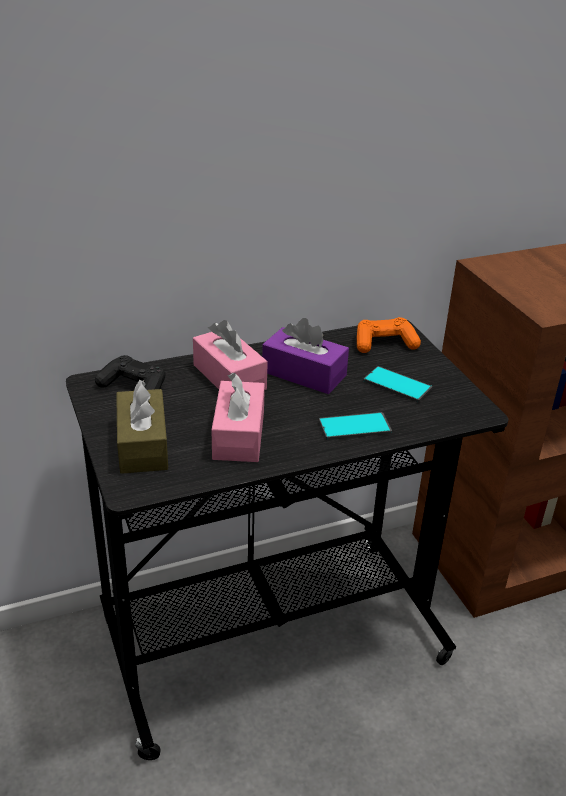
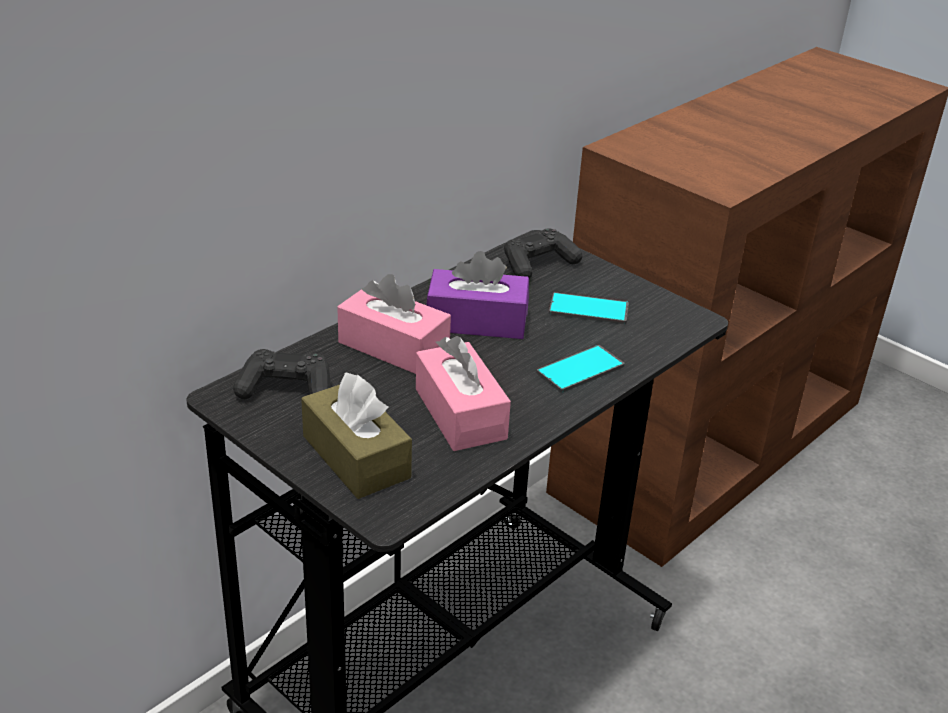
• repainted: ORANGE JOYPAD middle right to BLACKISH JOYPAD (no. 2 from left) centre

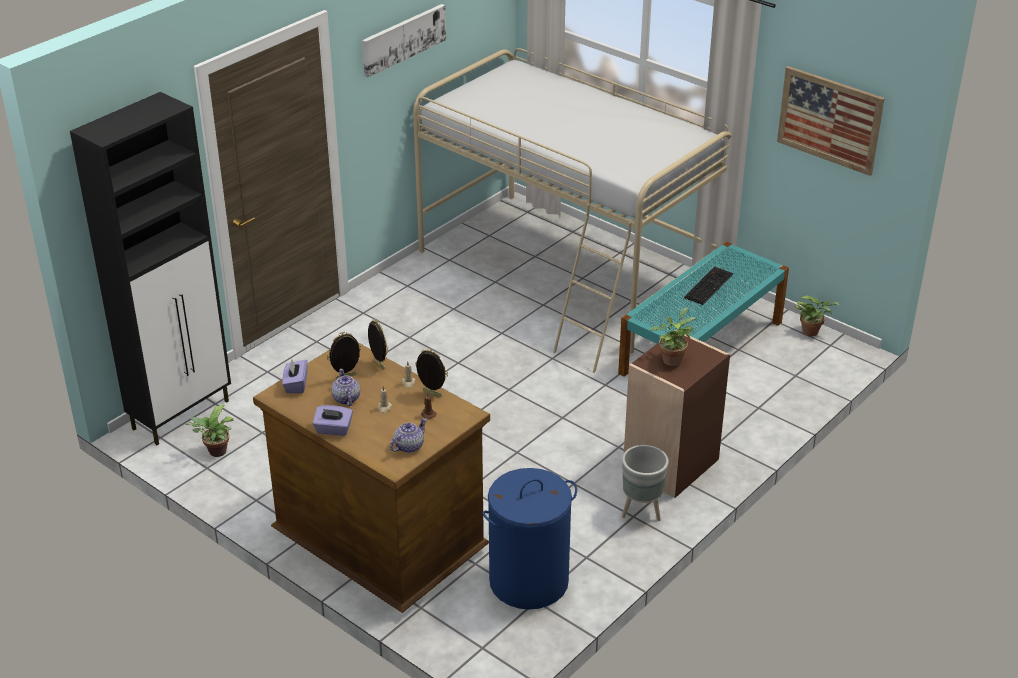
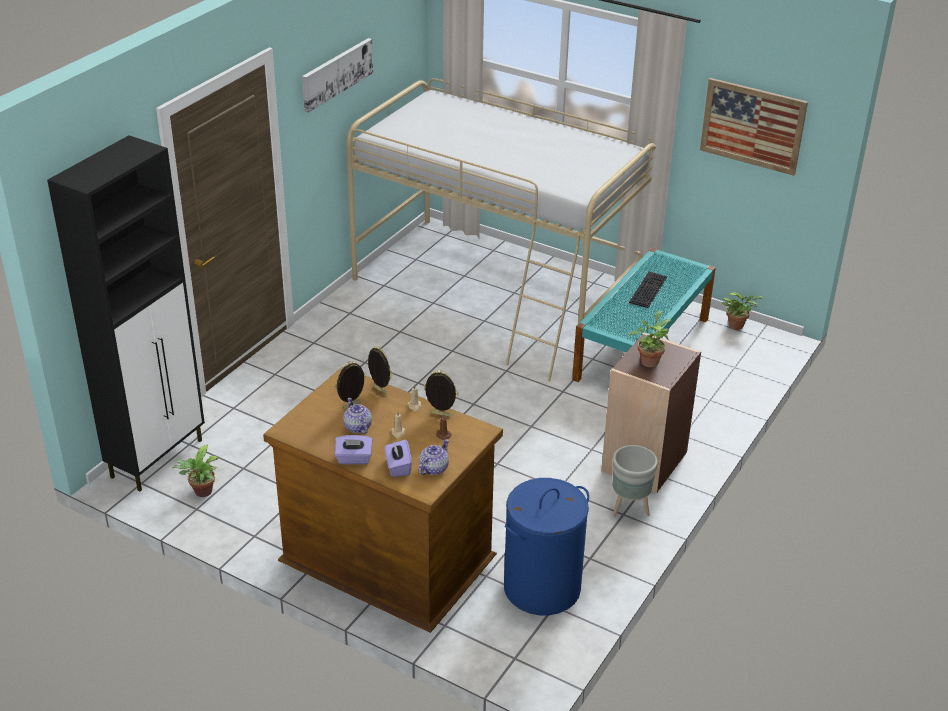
• shifted: PURPLE-COLOURED BOX OF TISSUES (no. 1 from left in the first image) middle left to PURPLE-COLOURED BOX OF TISSUES (no. 2 from left) centre

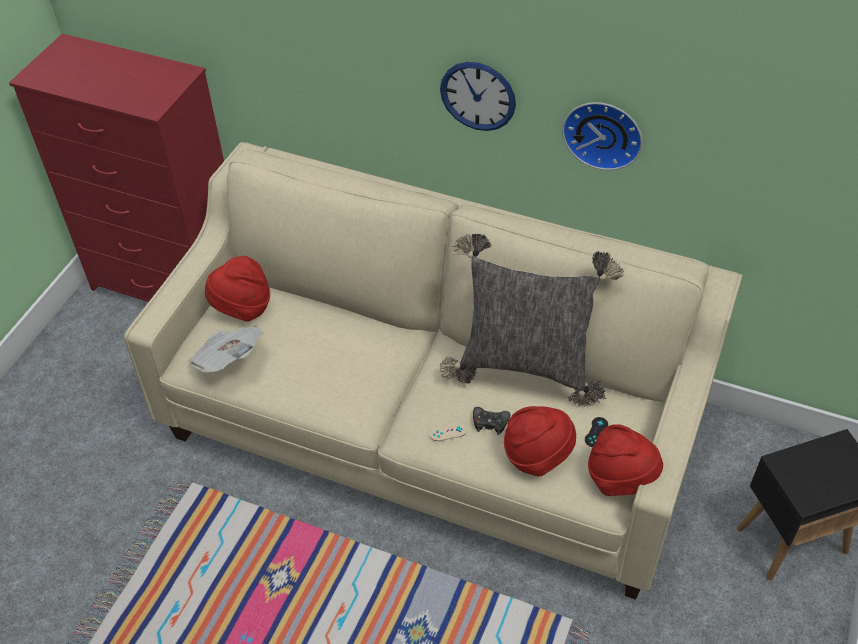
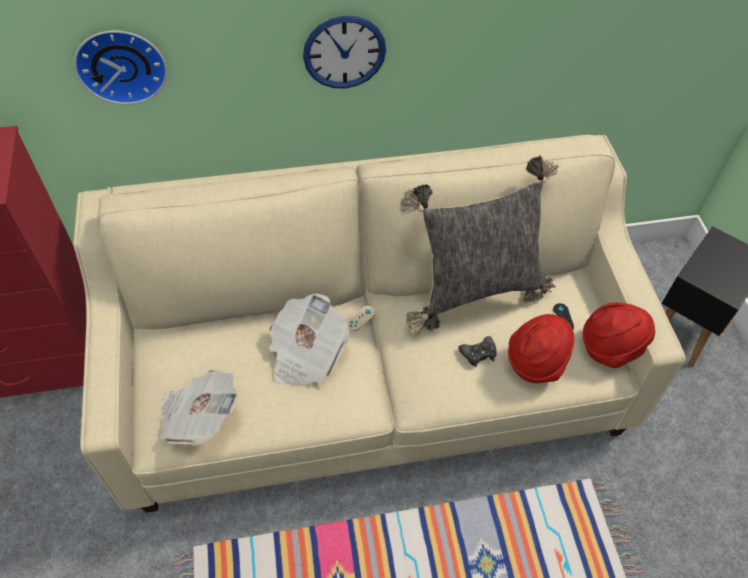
• shifted: HANGING CLOCK (no. 2 from left in the first image) top right to HANGING CLOCK (no. 1 from left) top left
• new: PRINTED PAPER (no. 2 from left) centre
• shifted: BEIGE-COLOURED JOYPAD bottom centre to centre
• gone: REDDISH CLOTHING HAT (no. 1 from left) middle left

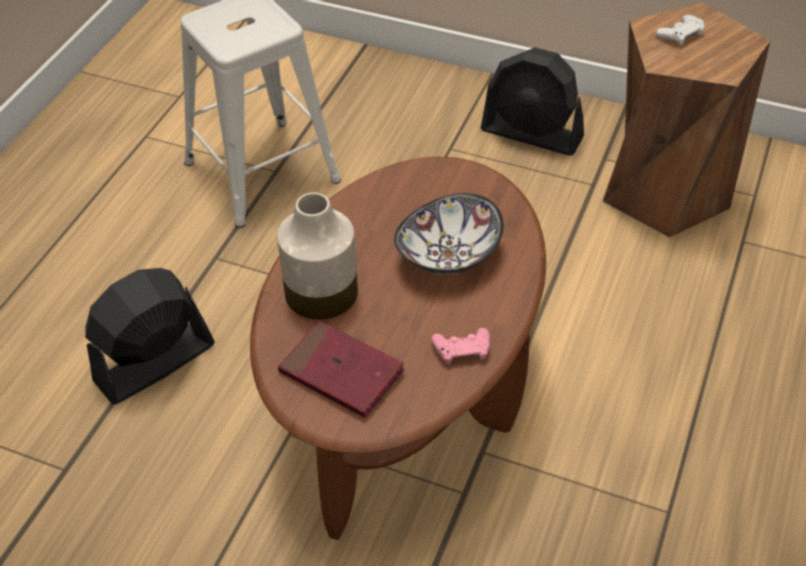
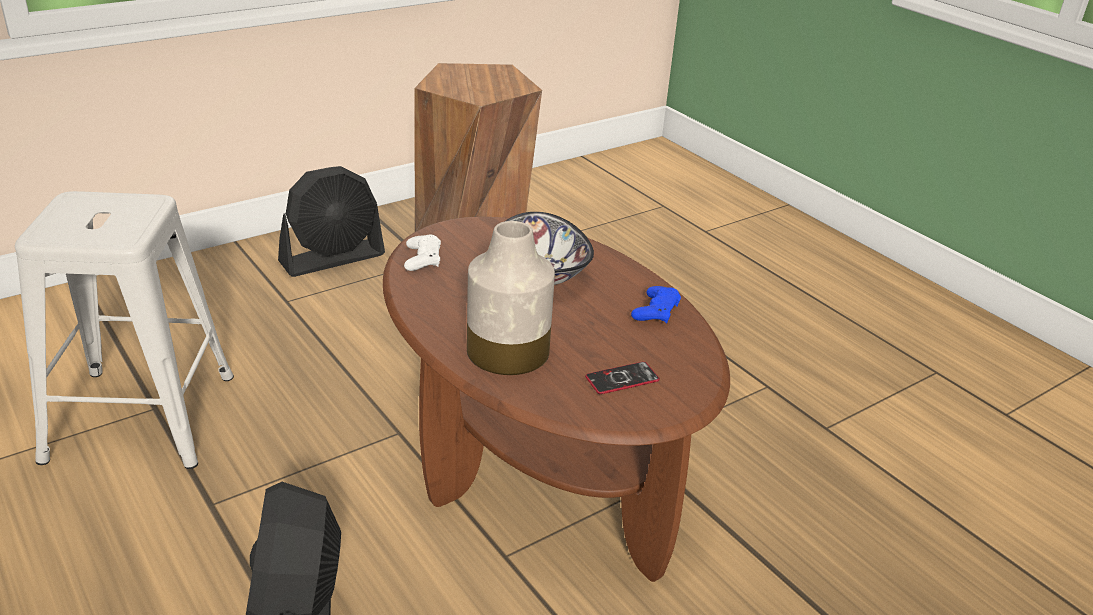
• shifted: WHITISH JOYPAD top right to centre
• swapped: REDDISH VOLUME centre to PHONE centre
• repainted: PINK JOYPAD centre to BLUE JOYPAD centre

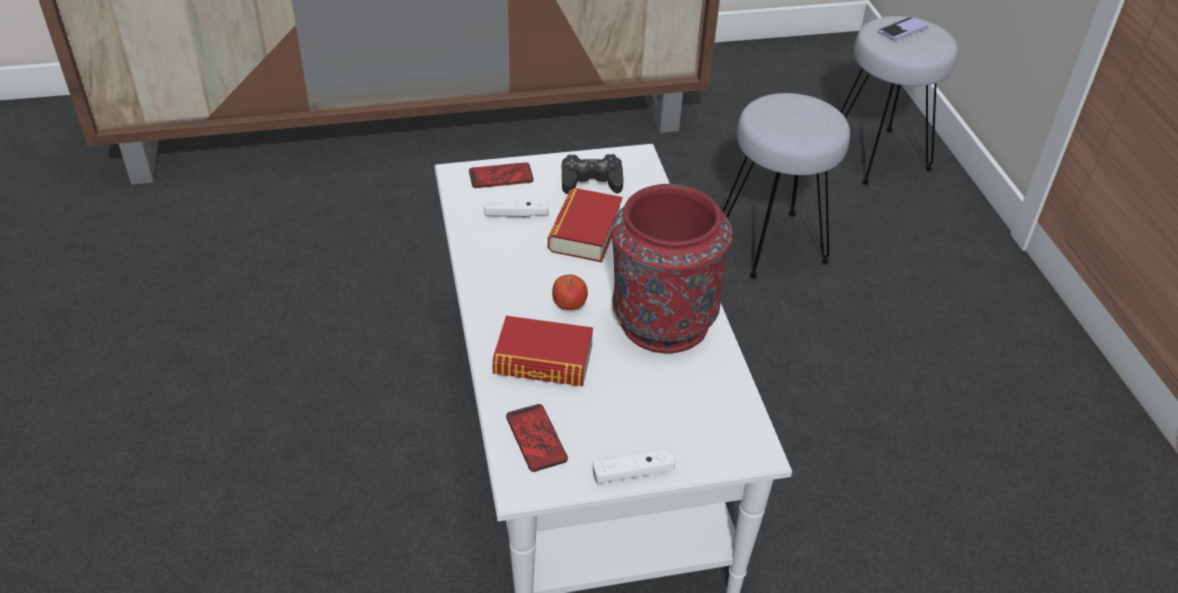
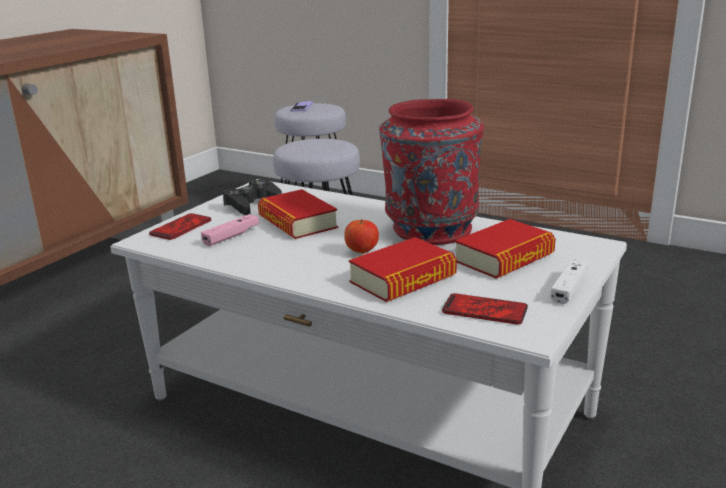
• repainted: WHITISH JOYPAD (no. 1 from left) centre to PINK JOYPAD middle left
• new: VOLUME (no. 3 from left) middle right

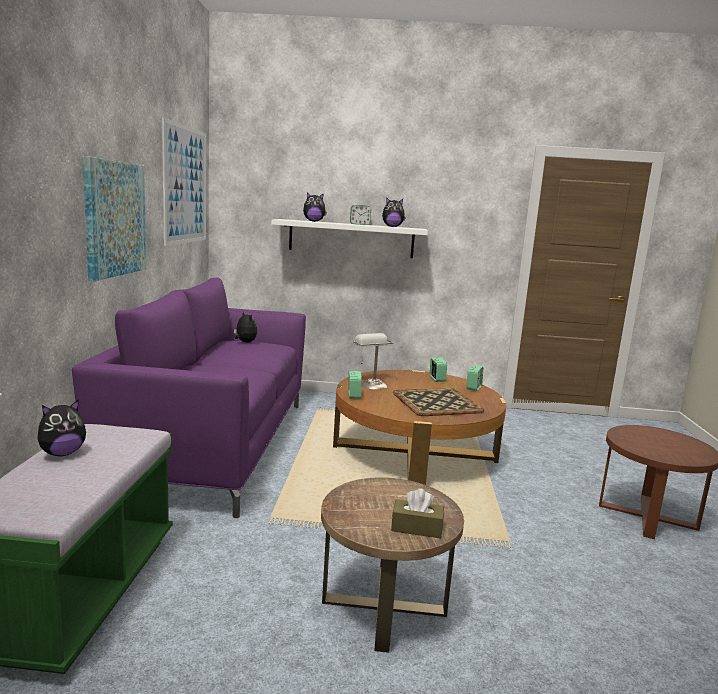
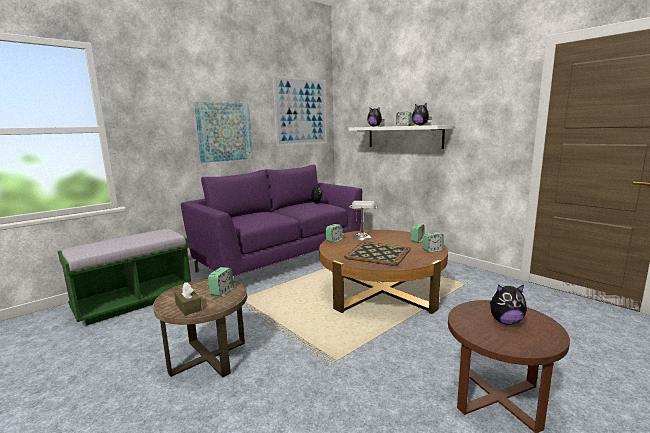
• new: TABLE CLOCK (no. 1 from left) centre
• shifted: PLUSH TOY (no. 1 from left in the first image) middle left to PLUSH TOY (no. 4 from left) bottom right

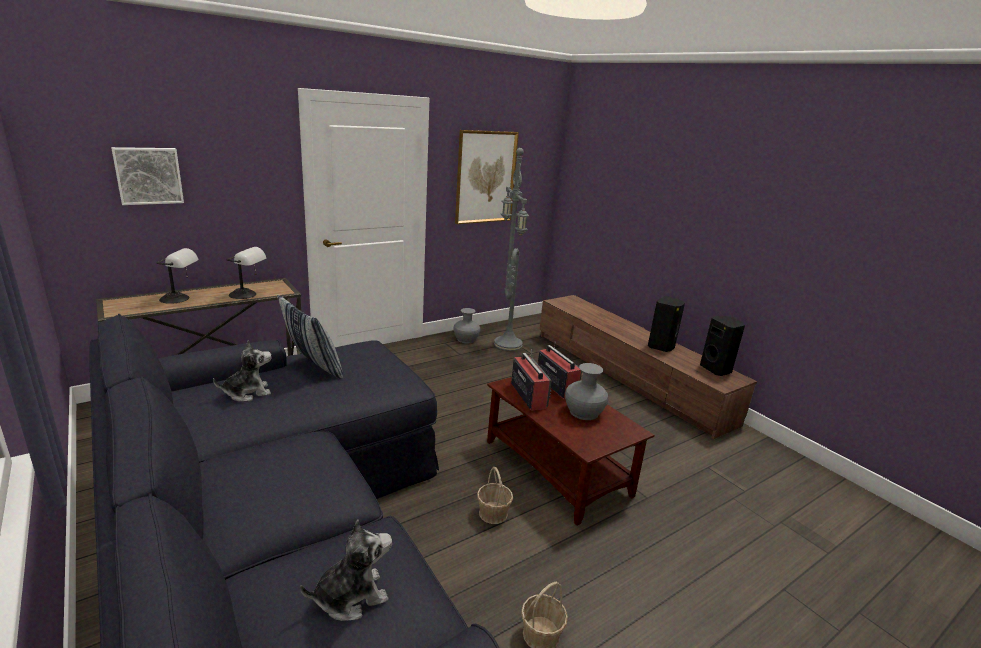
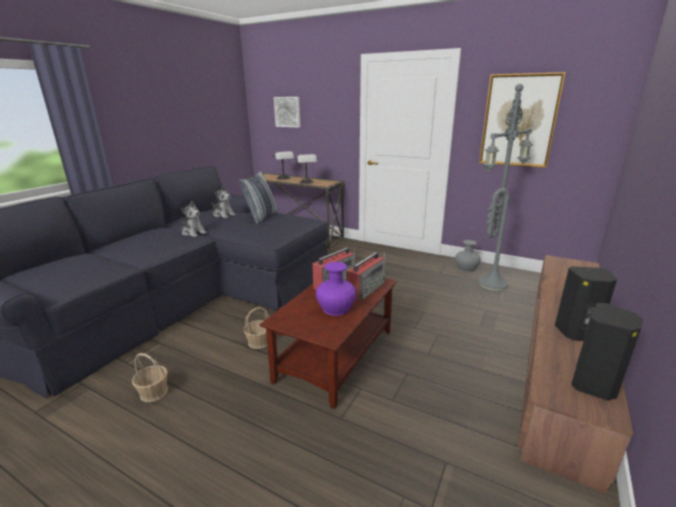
• shifted: PLUSH TOY (no. 2 from left in the first image) bottom centre to PLUSH TOY (no. 1 from left) middle left
• repainted: GRAY DECORATIVE VASE (no. 2 from left) centre to PURPLE-COLOURED DECORATIVE VASE centre

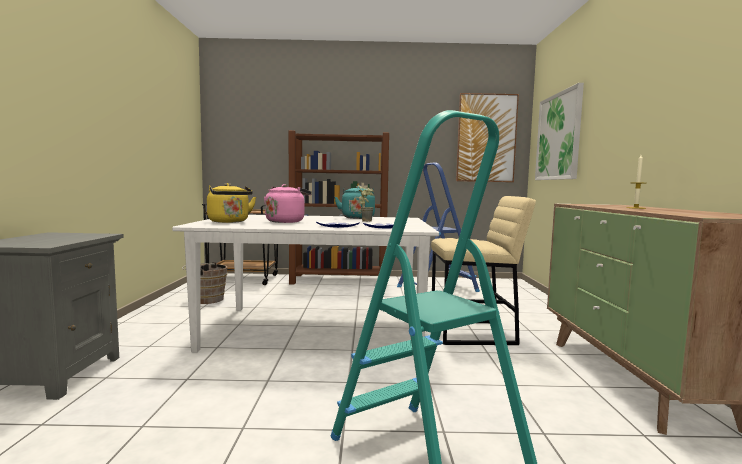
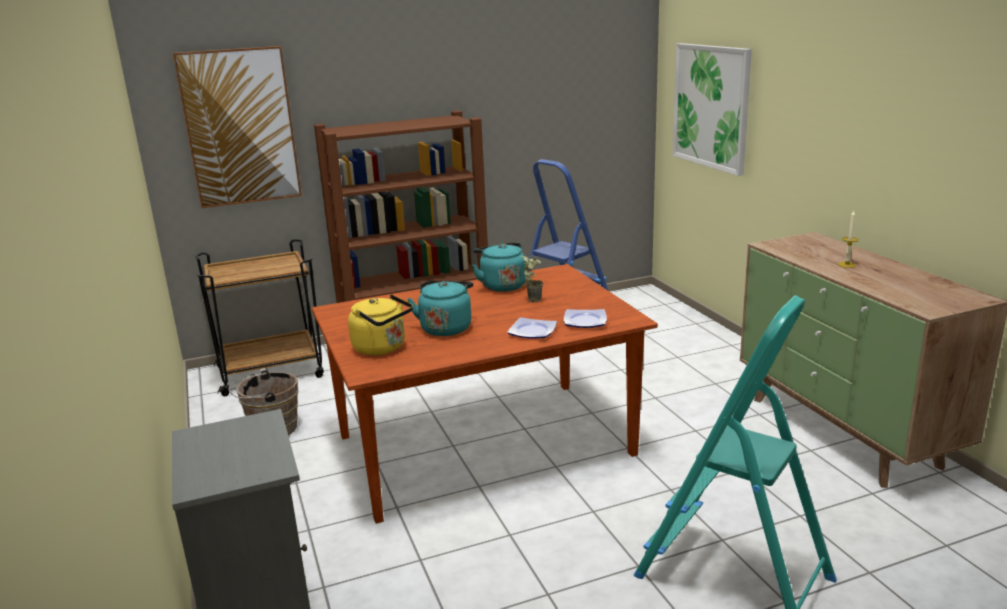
• shifted: WALL PICTURE (no. 1 from left) top centre to top left
• repainted: WHITISH KITCHEN TABLE centre to BROWN KITCHEN TABLE centre
• repainted: PINK KETTLE centre to TURQUOISE-COLOURED KETTLE (no. 1 from left) centre
• gone: BEIGE-COLOURED UPRIGHT CHAIR centre

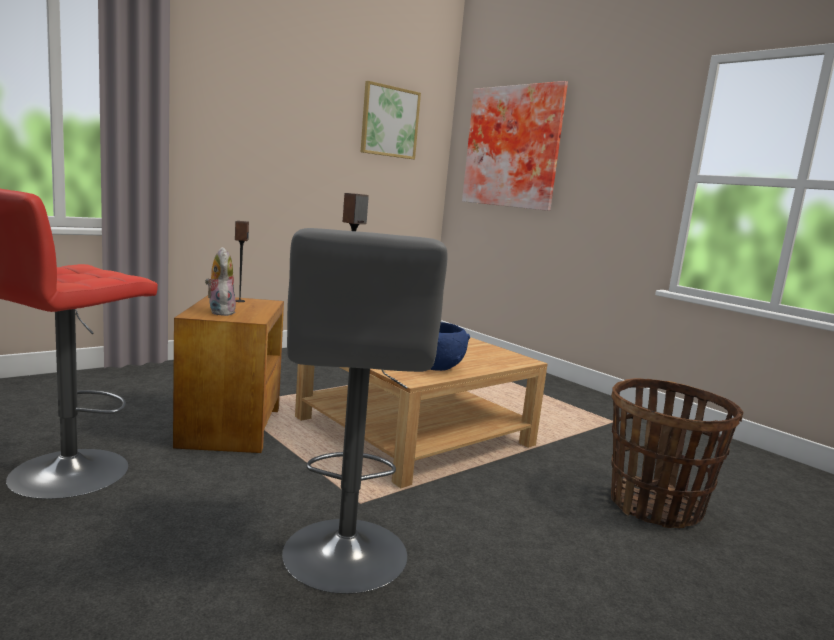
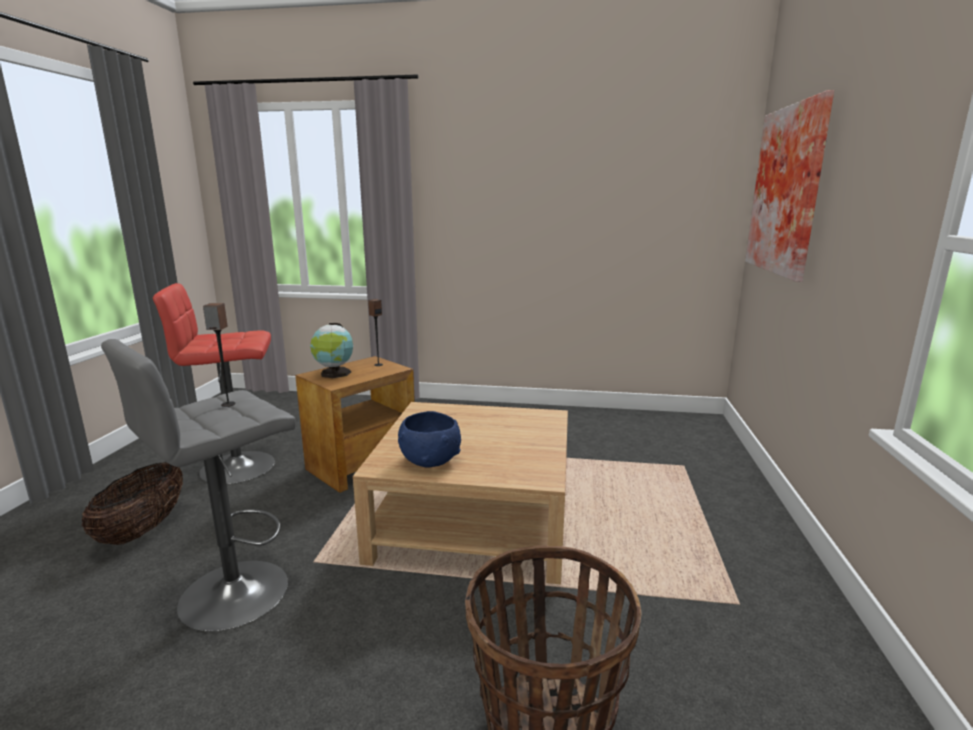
• new: STORAGE BASKET (no. 1 from left) bottom left
• swapped: PLUSH TOY middle left to WORLD GLOBE centre
• gone: WALL PICTURE (no. 1 from left) top centre

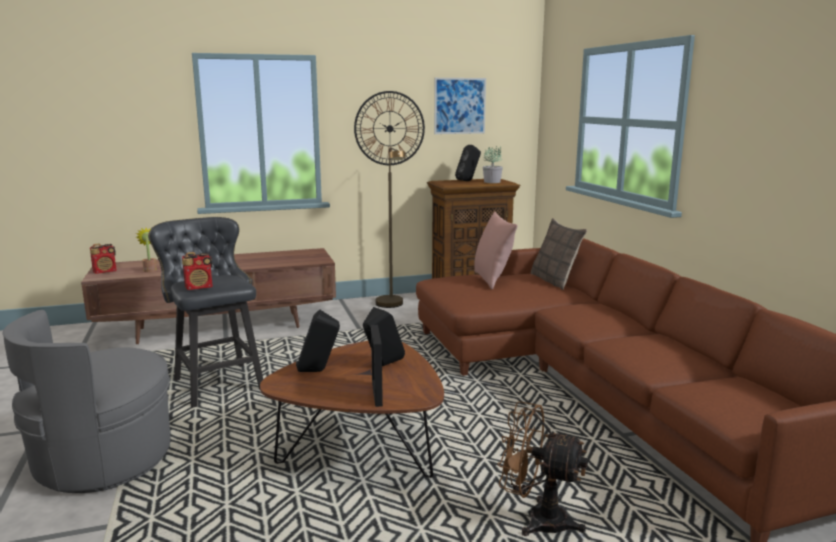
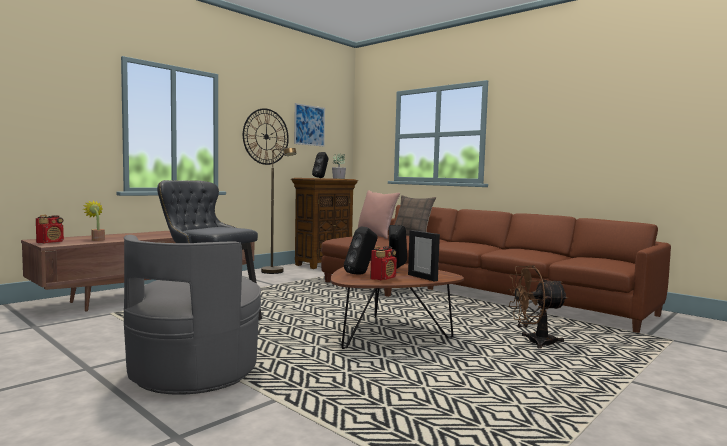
• shifted: RADIO (no. 2 from left) middle left to centre

